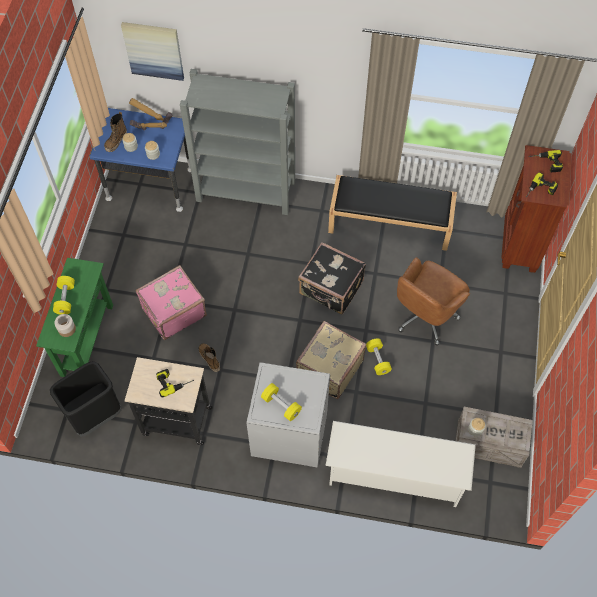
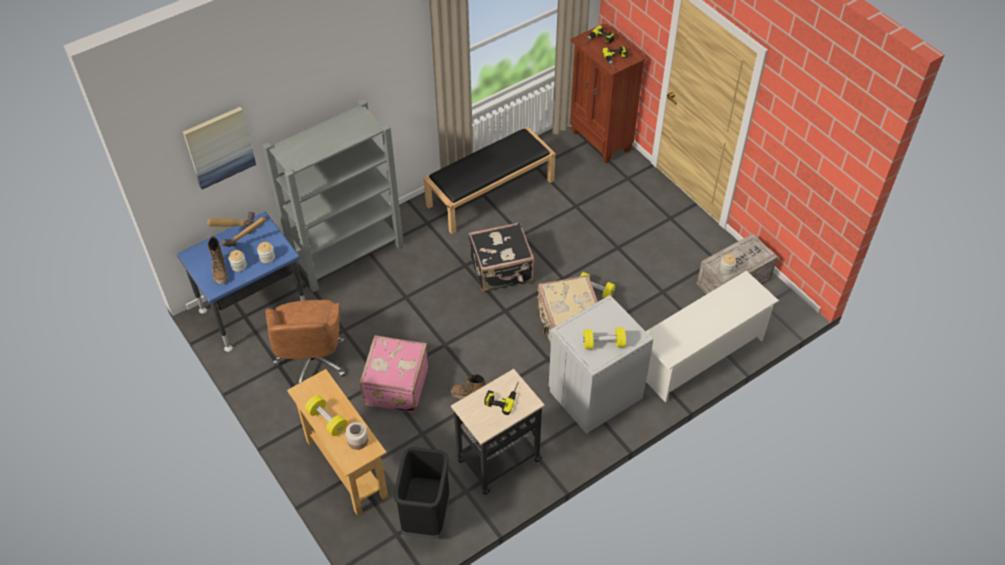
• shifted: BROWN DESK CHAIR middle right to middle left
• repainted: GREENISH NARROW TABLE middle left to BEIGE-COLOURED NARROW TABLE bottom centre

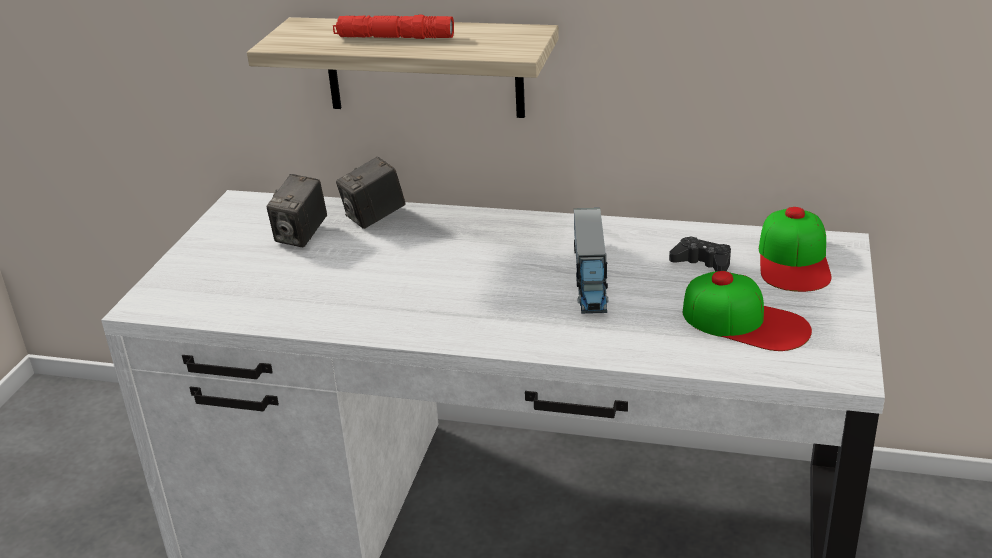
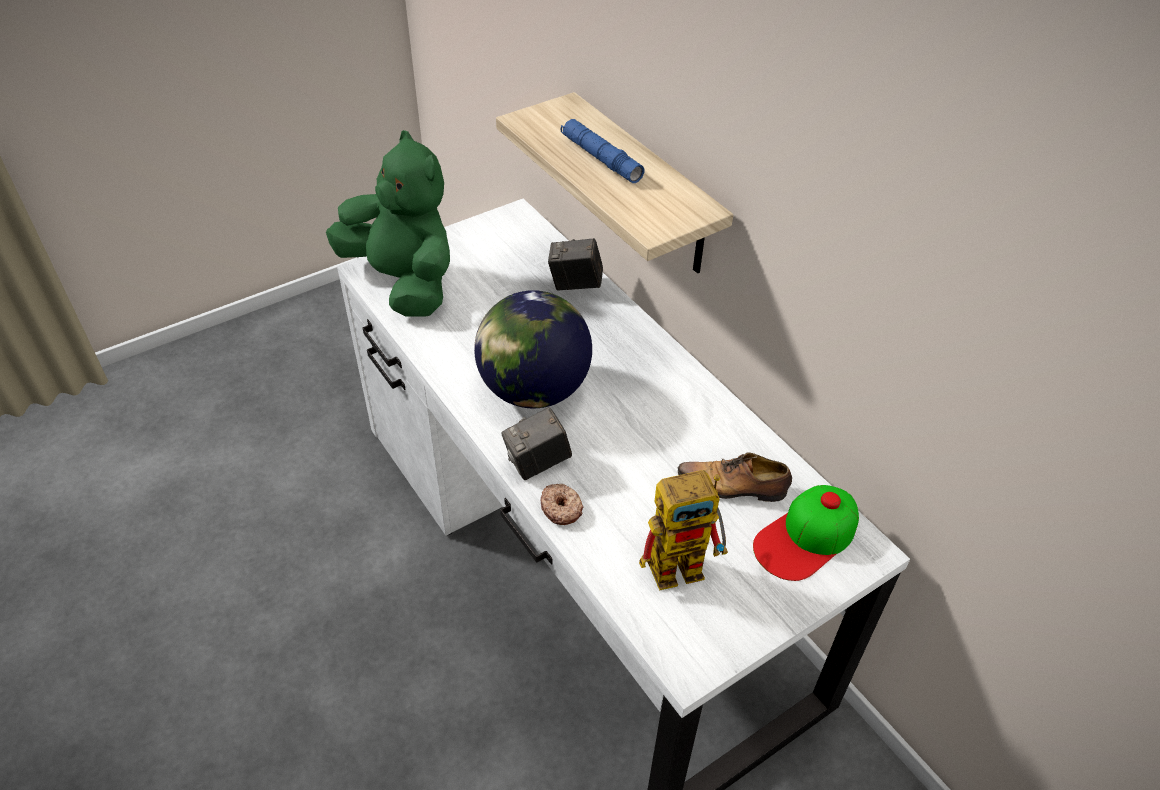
• new: GREENISH PLUSH TOY top centre
• new: WORLD GLOBE centre
• shifted: PHOTO CAMERA (no. 1 from left) middle left to centre
• new: RING DOUGHNUT centre
• repainted: REDDISH TORCH top centre to BLUE TORCH top centre
• swapped: CAP (no. 1 from left) middle right to MODEL ROBOT bottom centre
• swapped: BLACKISH JOYPAD middle right to ITEM OF FOOTWEAR centre
• gone: TOY TRUCK centre

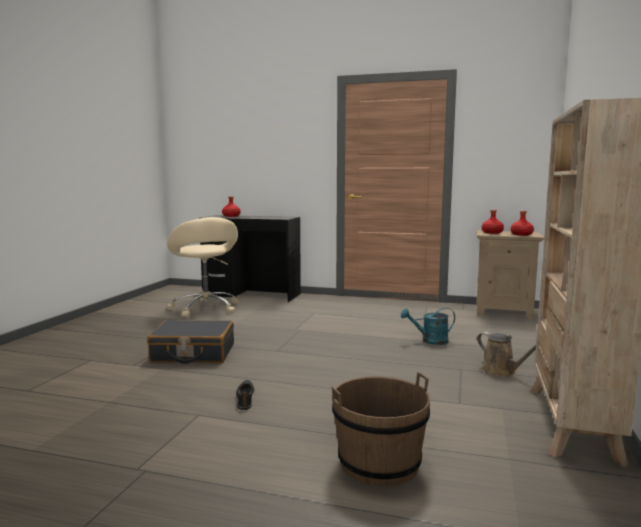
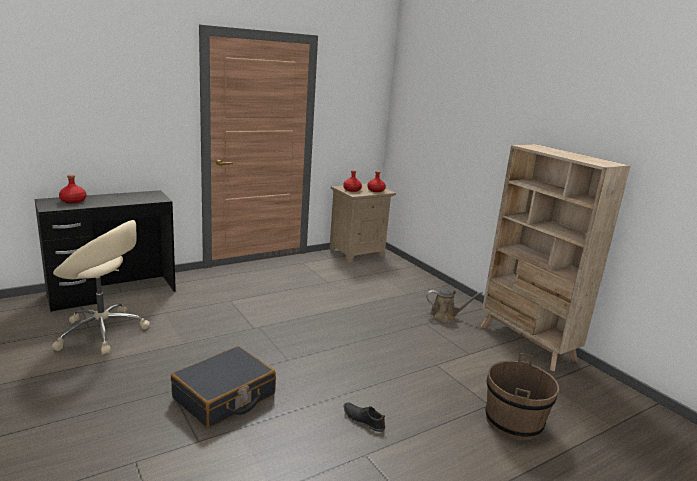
• gone: TURQUOISE-COLOURED WATERING CAN middle right

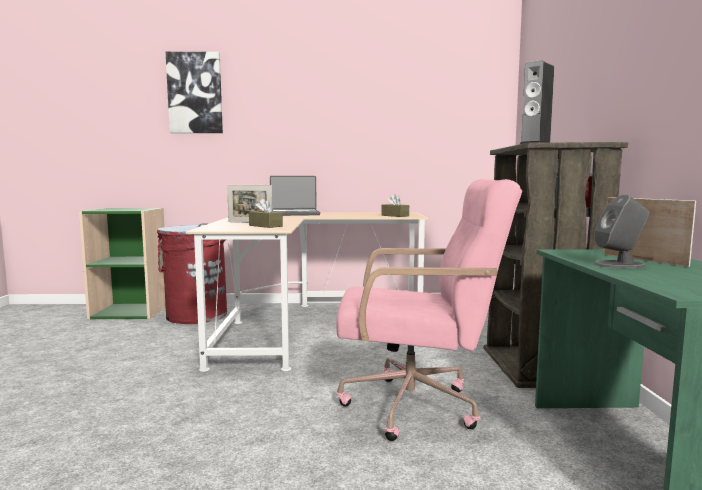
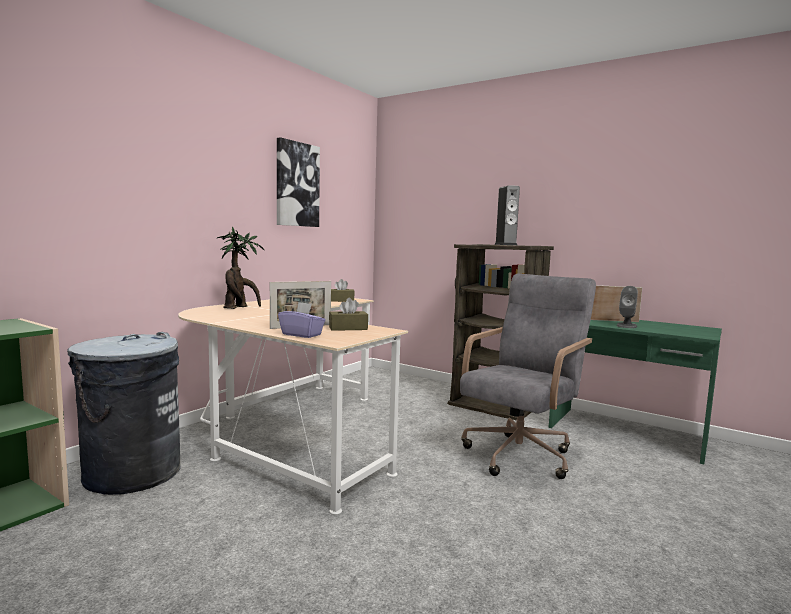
• repainted: REDDISH TRASH CAN middle left to GRAY TRASH CAN bottom left
• swapped: NOTEBOOK COMPUTER centre to HOUSEPLANT middle left
• shifted: WALL PICTURE top left to top centre
• new: PURPLE-COLOURED BOX OF TISSUES centre
• repainted: PINK DESK CHAIR centre to GRAY DESK CHAIR middle right

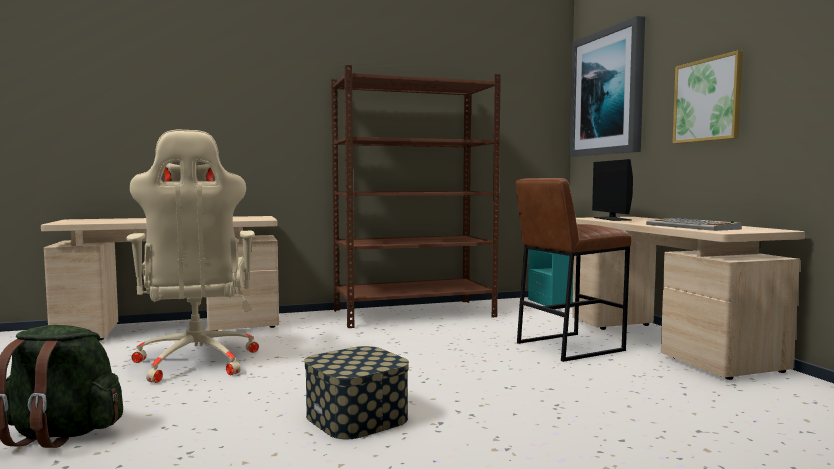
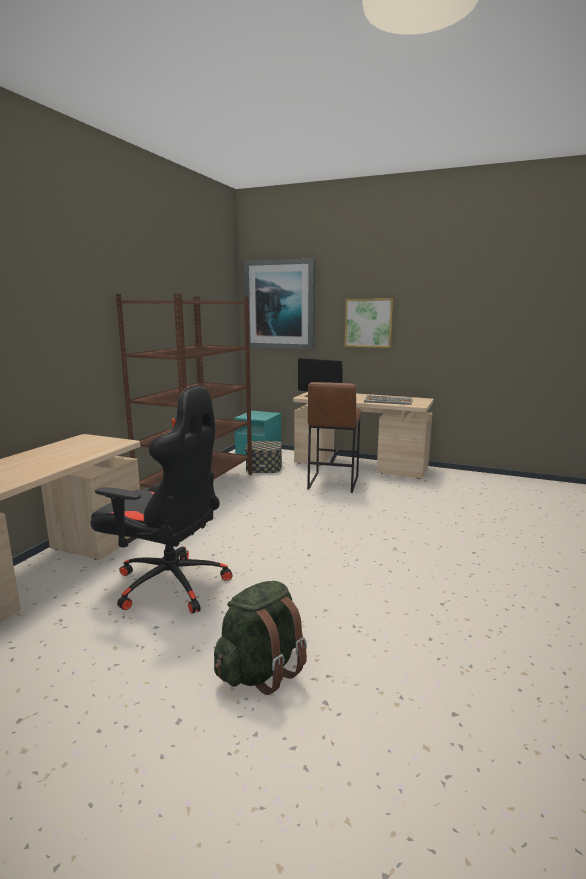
• repainted: BEIGE-COLOURED DESK CHAIR middle left to BLACKISH DESK CHAIR middle left
• shifted: STORAGE BIN bottom centre to centre

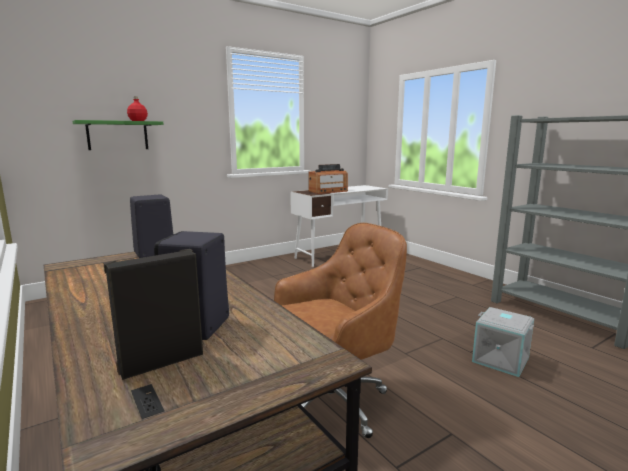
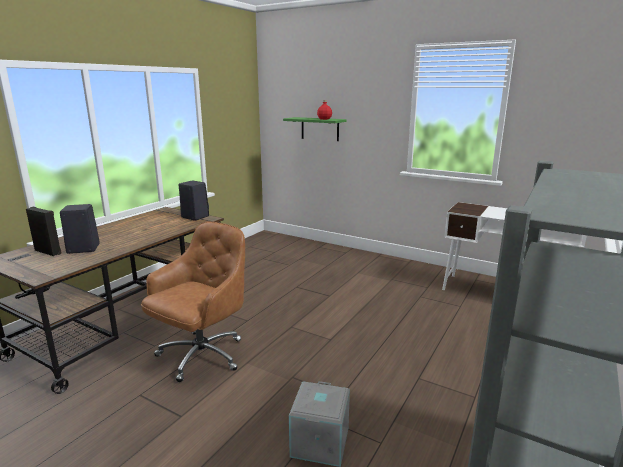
• rotated: BROWN DESK CHAIR bottom centre = middle left 90 degrees counterclockwise
• gone: RADIO centre

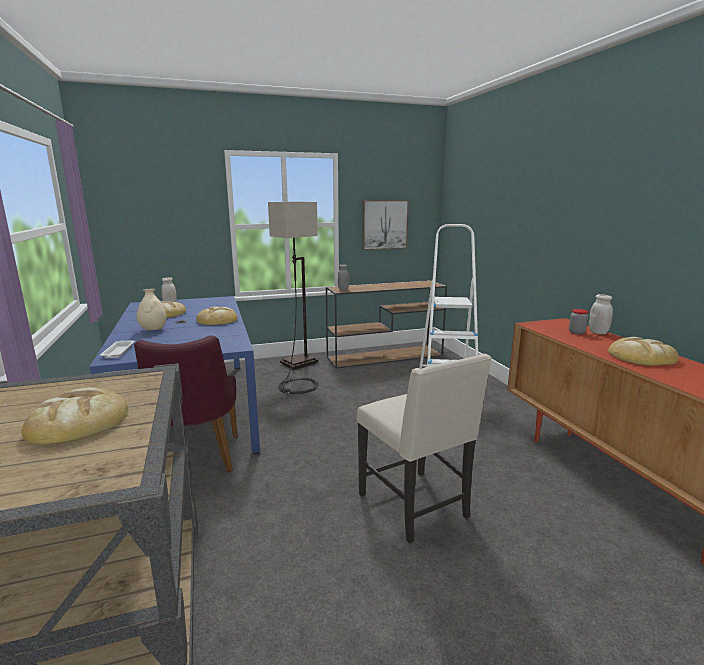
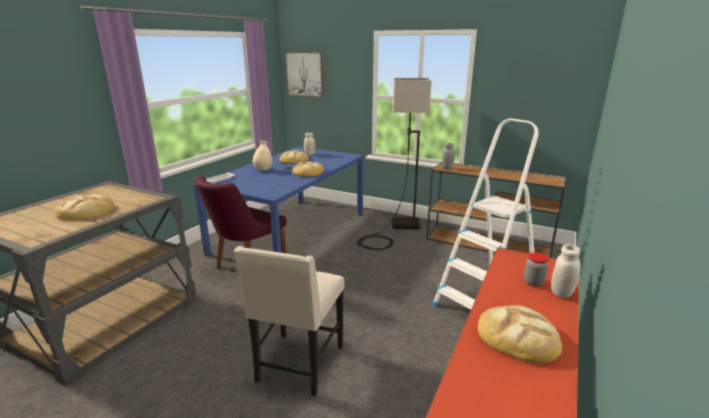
• shifted: WALL PICTURE centre to top centre

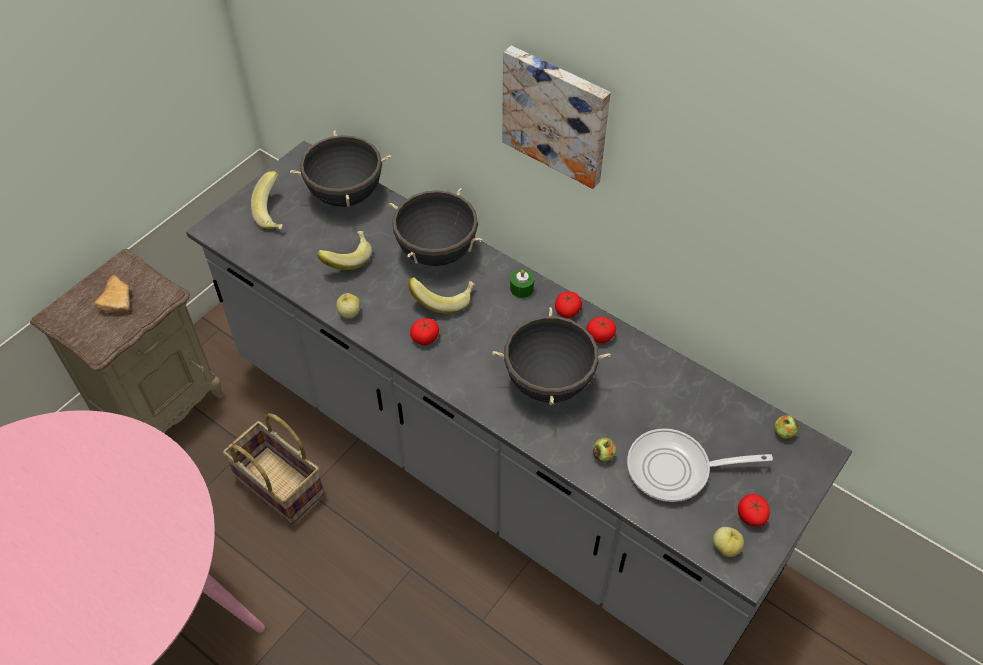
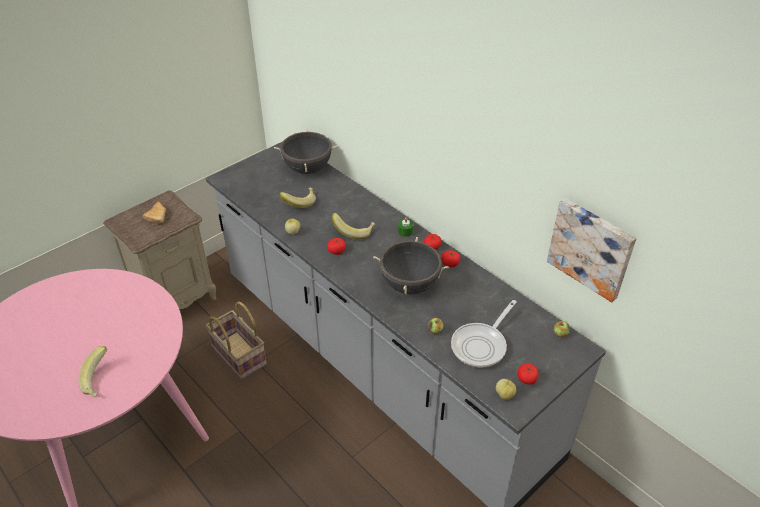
• shifted: WHOLE BANANA (no. 1 from left) top left to bottom left
• rotated: SKILLET bottom right = centre 60 degrees counterclockwise
• shifted: WALL PICTURE top centre to middle right
• gone: BLACKISH SAUCEPOT (no. 2 from left) centre

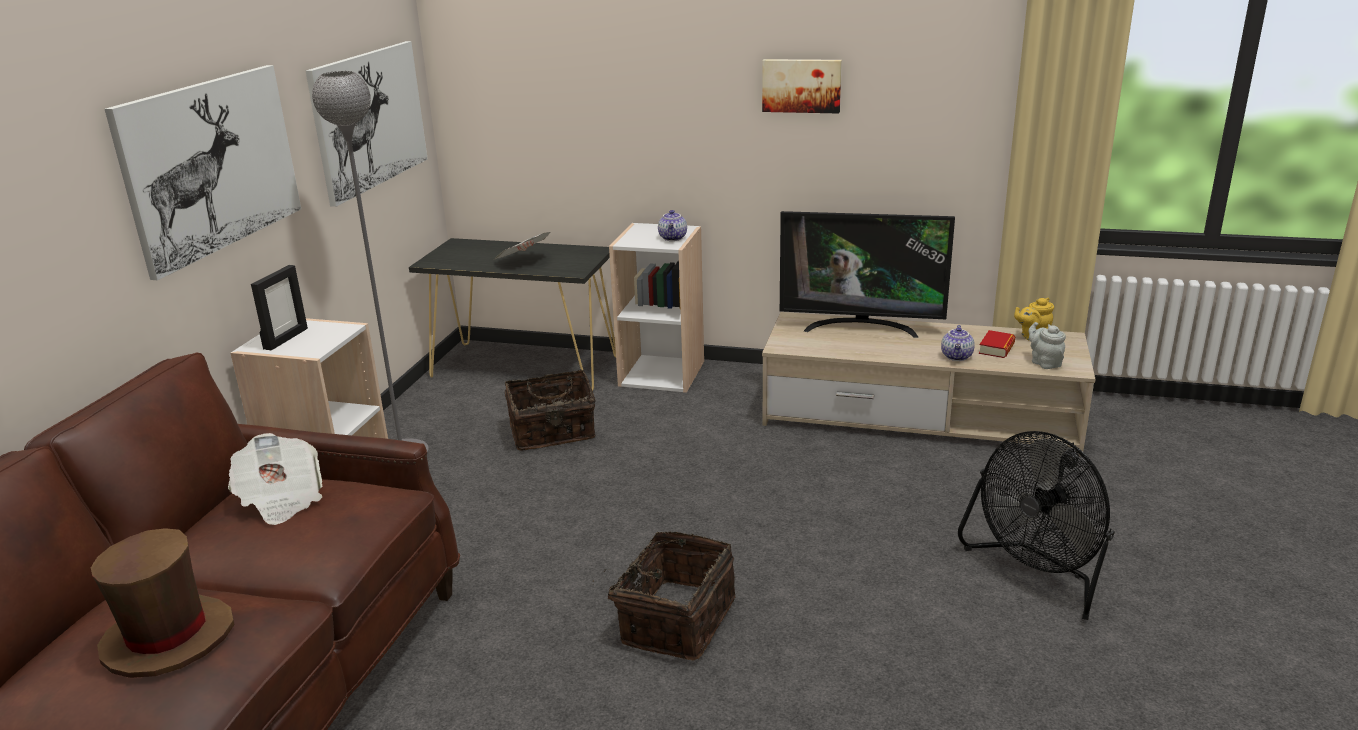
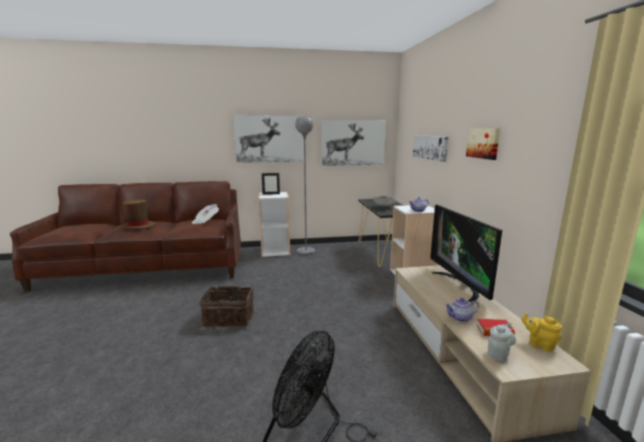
• new: WALL PICTURE (no. 3 from left) middle right
• gone: STORAGE BASKET (no. 1 from left) centre

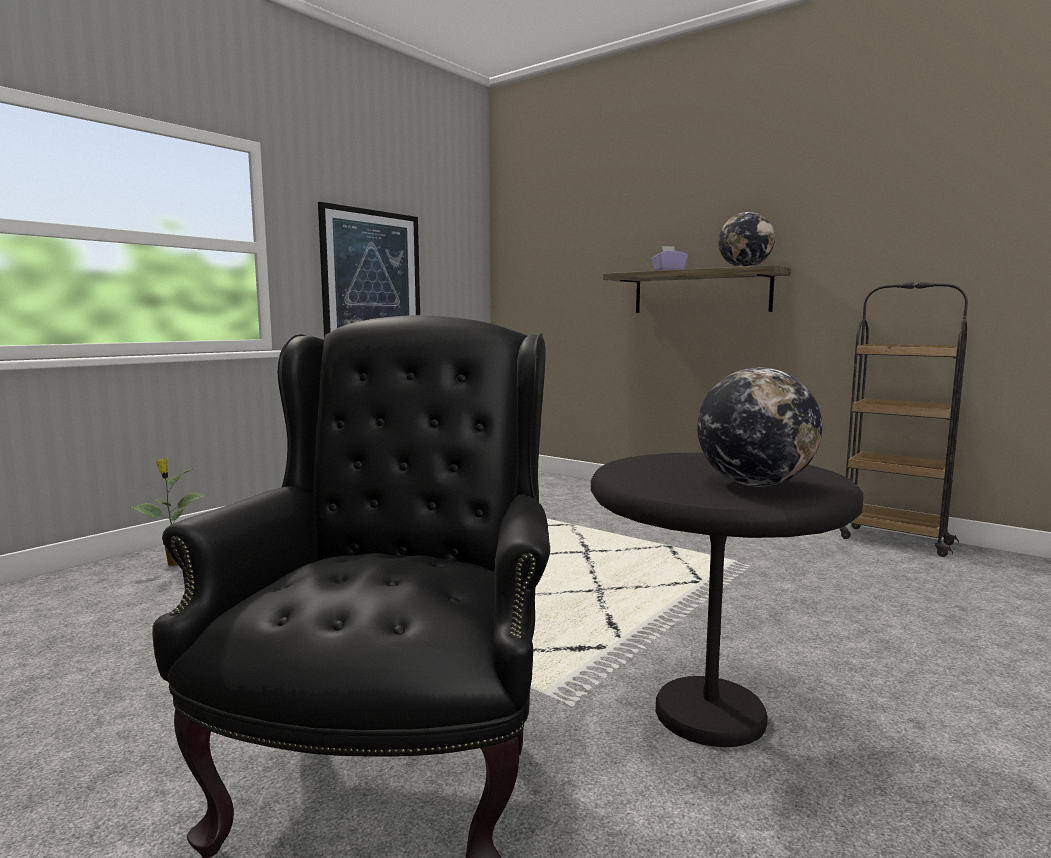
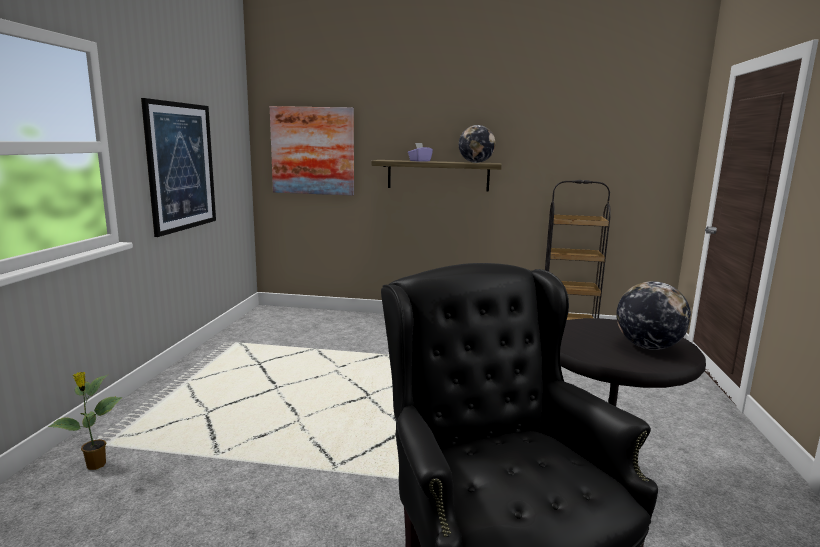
• new: WALL PICTURE (no. 2 from left) top centre

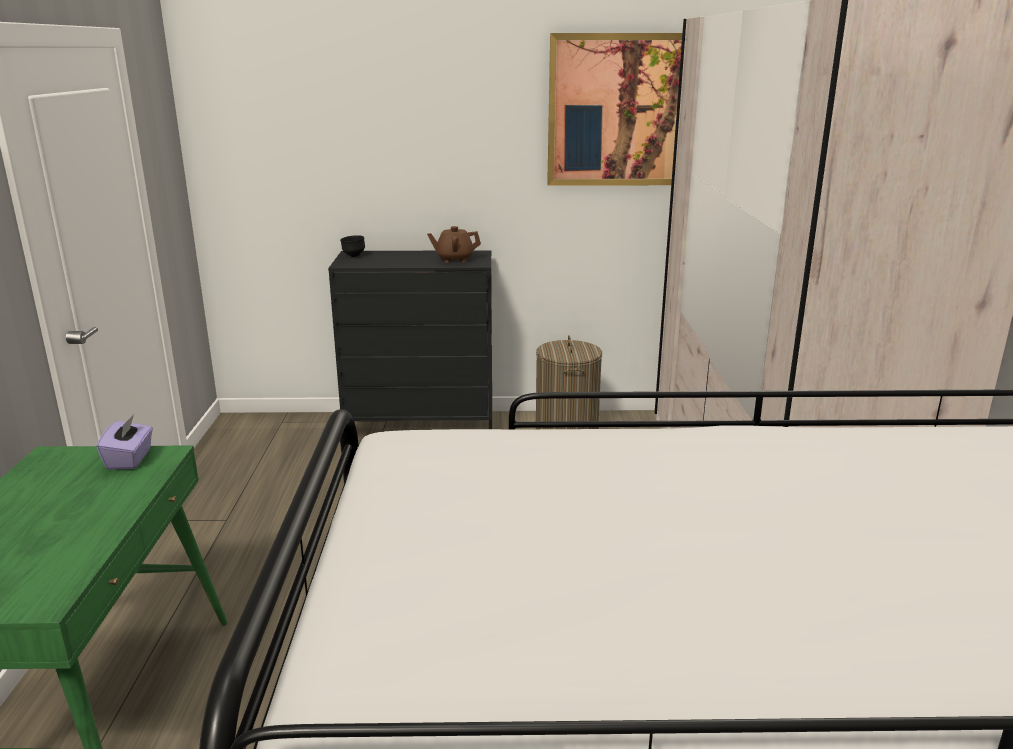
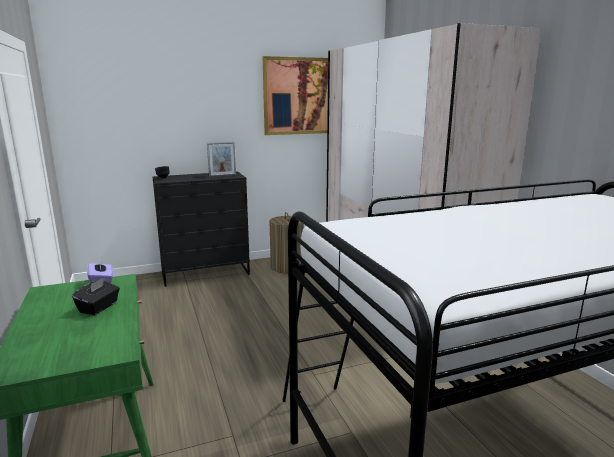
• new: BLACKISH BOX OF TISSUES middle left
• swapped: BROWN POT FOR TEA top centre to PICTURE FRAME centre

